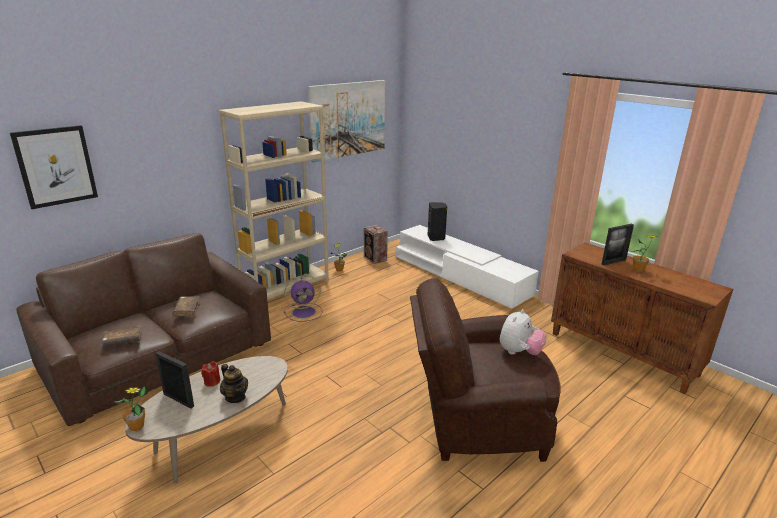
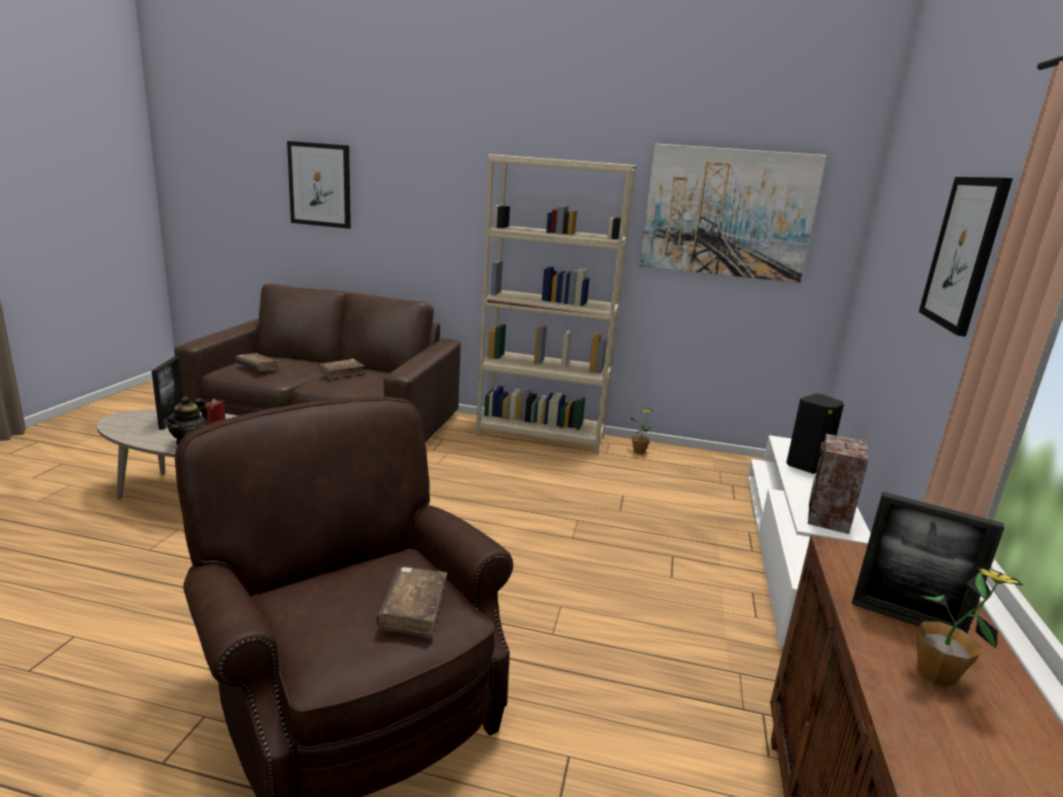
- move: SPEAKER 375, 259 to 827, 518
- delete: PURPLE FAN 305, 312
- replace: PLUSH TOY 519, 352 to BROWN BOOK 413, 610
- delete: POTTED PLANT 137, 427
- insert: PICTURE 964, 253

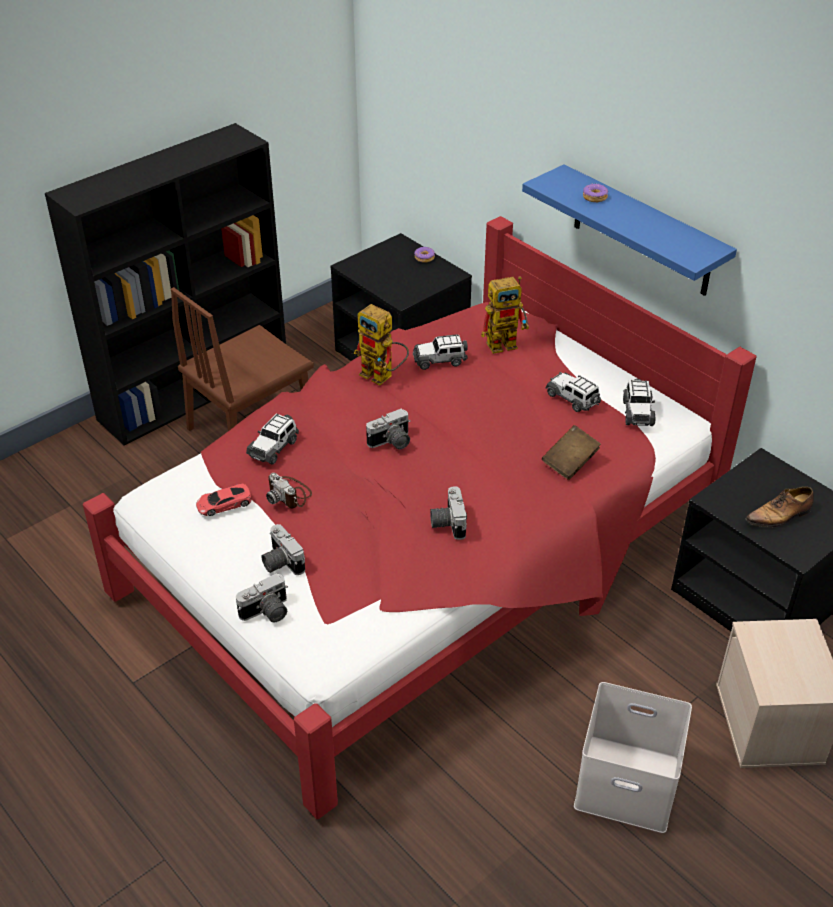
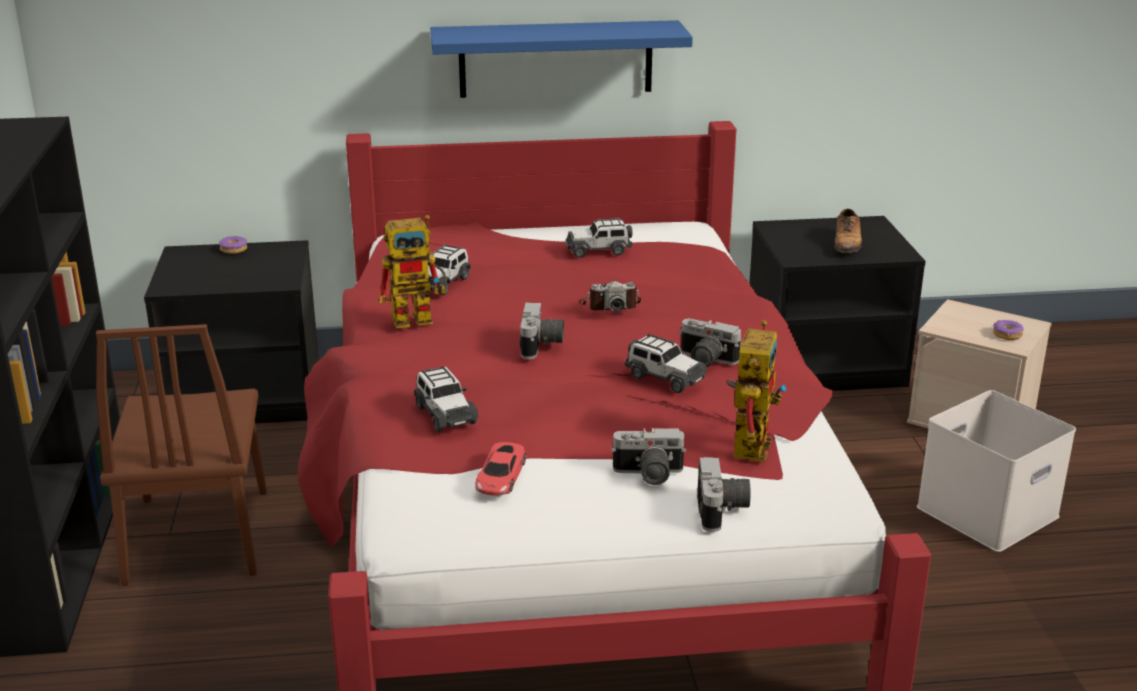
- move: DONUT 594, 197 to 1007, 335
- move: TOY ROBOT 507, 342 to 749, 442
- move: TOY CAR 637, 412 to 664, 378
- delete: BROWN BOOK 570, 462
- move: PHOTO CAMERA 289, 494 to 609, 305

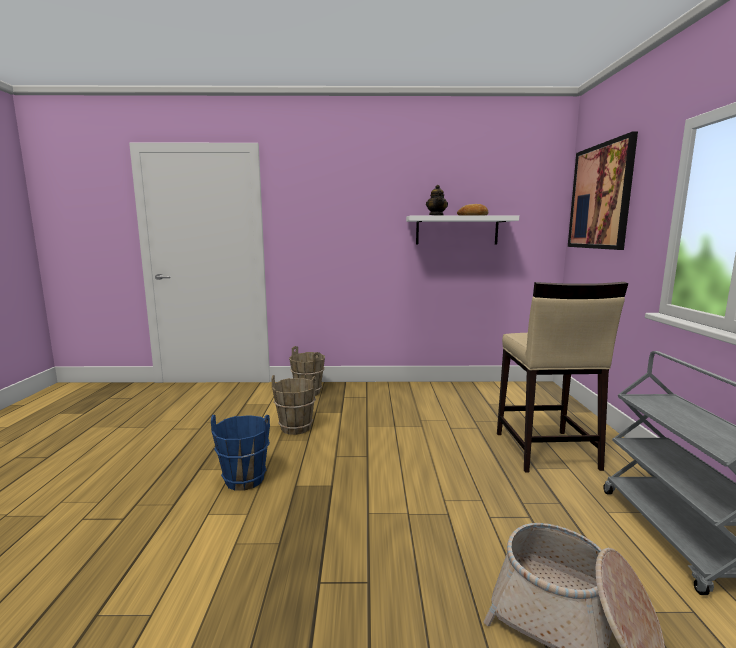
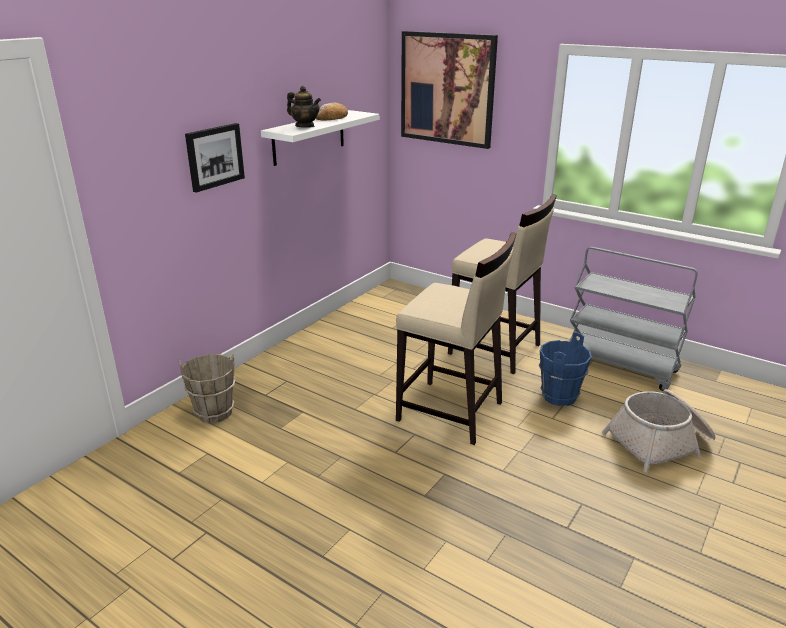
- delete: BROWN BUCKET 296, 427
- move: BLUE BUCKET 244, 479 to 558, 396
- insert: PICTURE 214, 156
- insert: BEIGE STOOL 450, 412

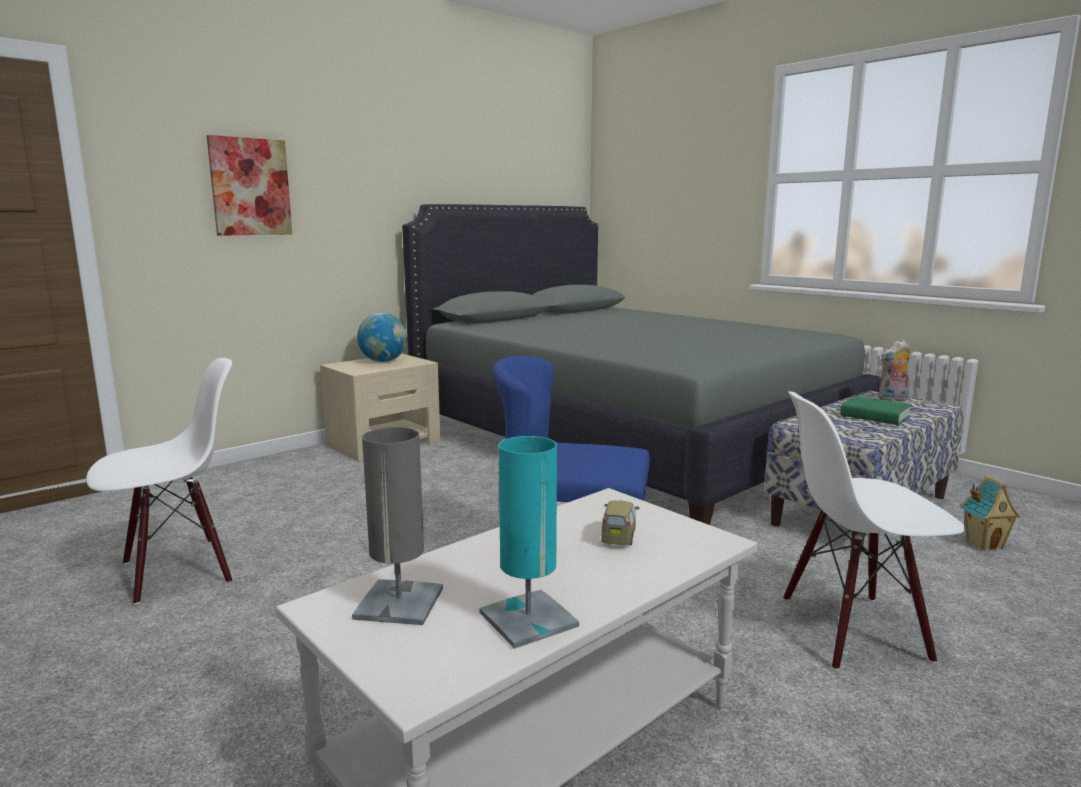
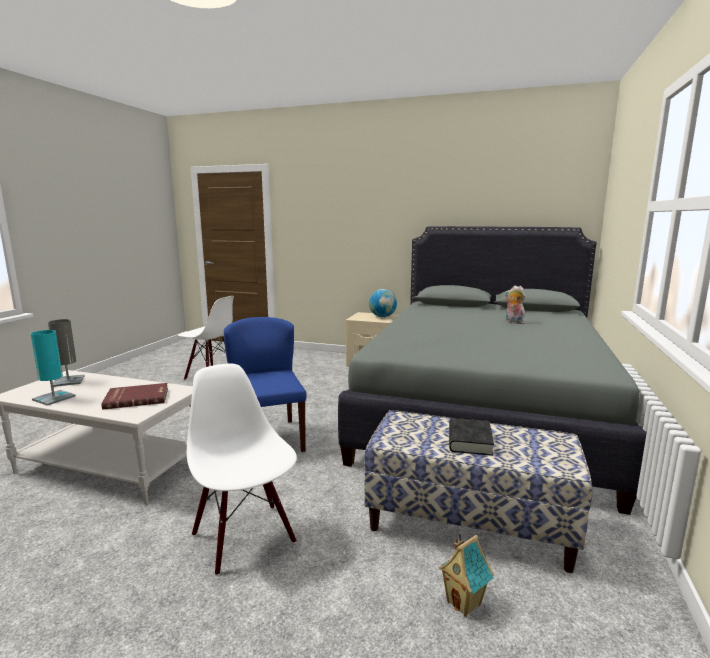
- delete: PICTURE 250, 187
- move: PLUSH TOY 893, 399 to 513, 322
- recolor: GREEN BOOK 875, 416 to BLACK BOOK 469, 441
- replace: TOY CAR 619, 536 to RED BOOK 137, 398

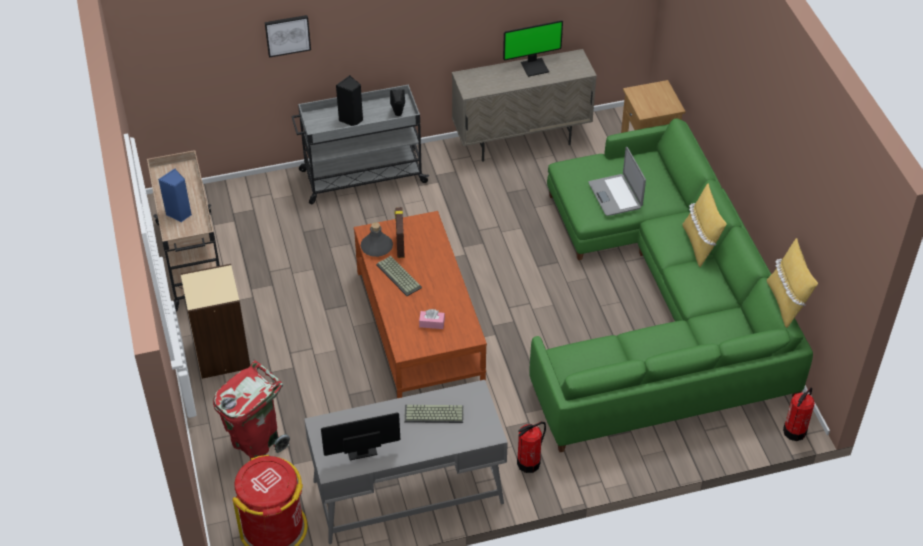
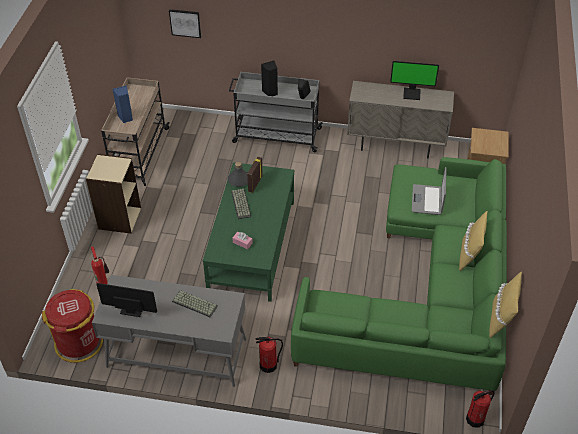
- move: PICTURE 287, 35 to 185, 23
- recolor: BROWN COFFEE TABLE 419, 328 to GREEN COFFEE TABLE 252, 246
- replace: RED TRASH CAN 256, 444 to FIRE EXTINGUISHER 103, 283

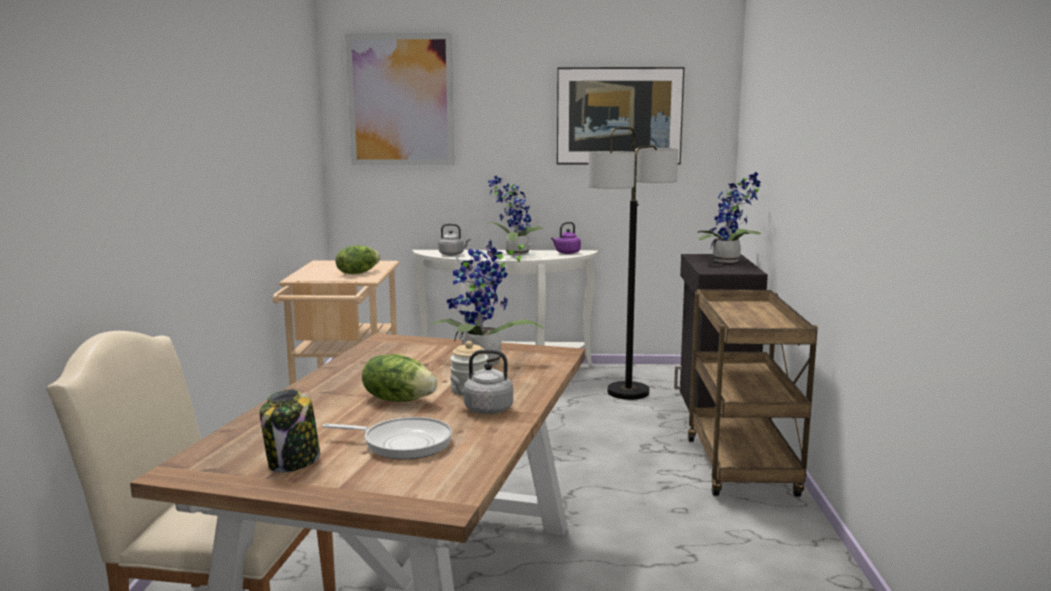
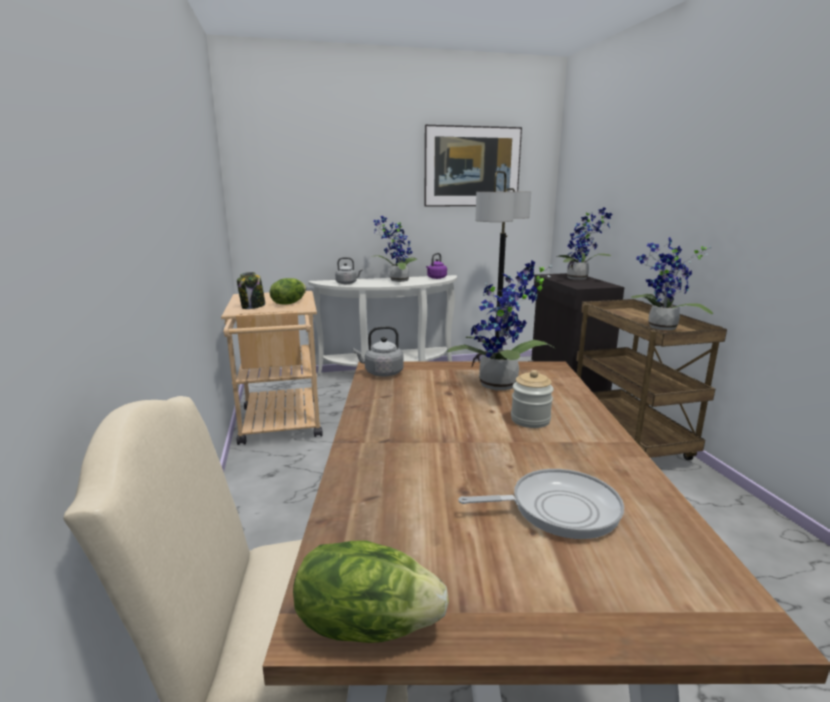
- delete: PICTURE 401, 100
- move: GREY KETTLE 485, 409 to 381, 373
- move: LETTUCE 399, 399 to 366, 623
- move: JAR 293, 462 to 253, 306
- insert: POTTED PLANT 660, 328

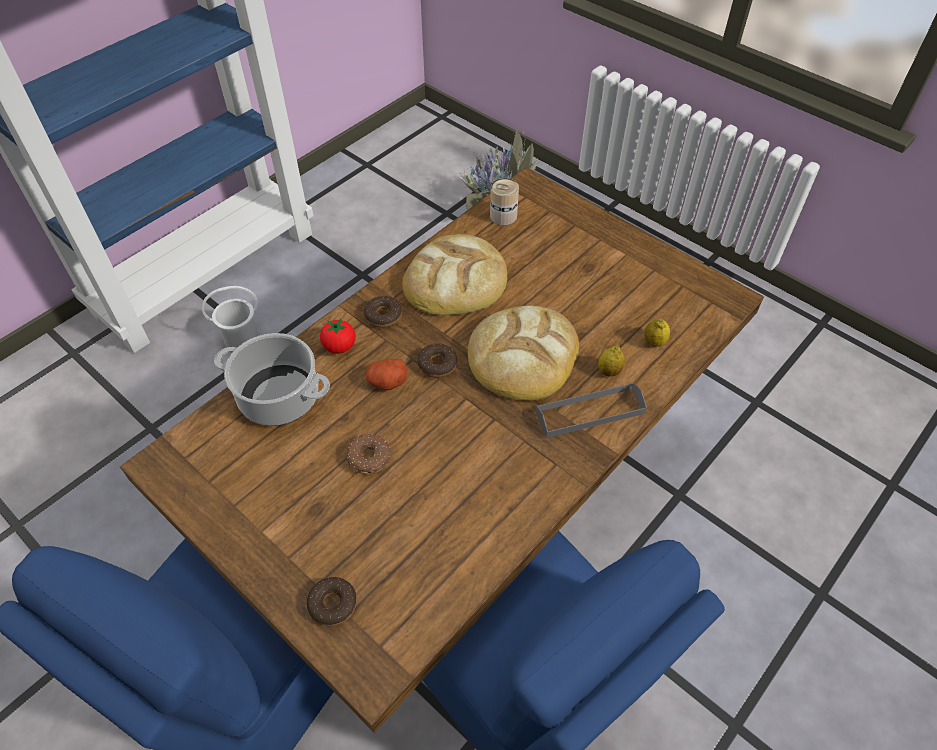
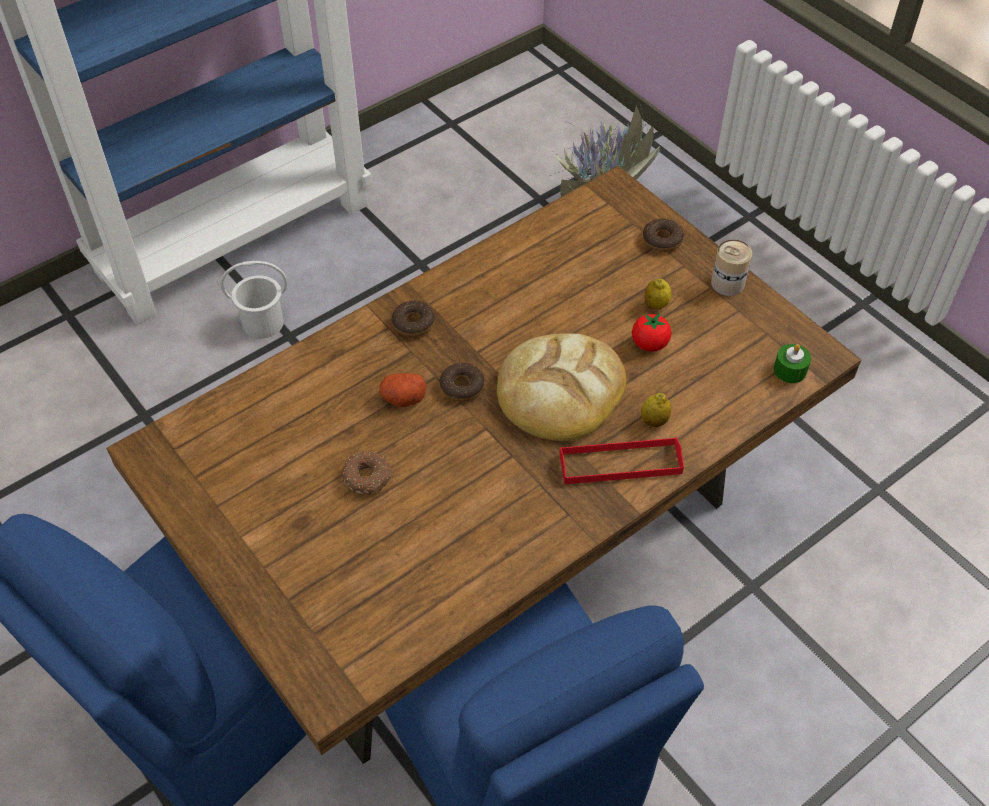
- move: CAN 503, 216 to 727, 283
- delete: BREAD 455, 280
- move: TOMATO 339, 346 to 649, 344
- move: LEMON 654, 342 to 656, 304
- delete: COOKING POT 280, 397
- recolor: GREY TRAY 590, 412 to RED TRAY 620, 463
- move: DONUT 333, 604 to 662, 240
- insert: GREEN CANDLE 790, 370

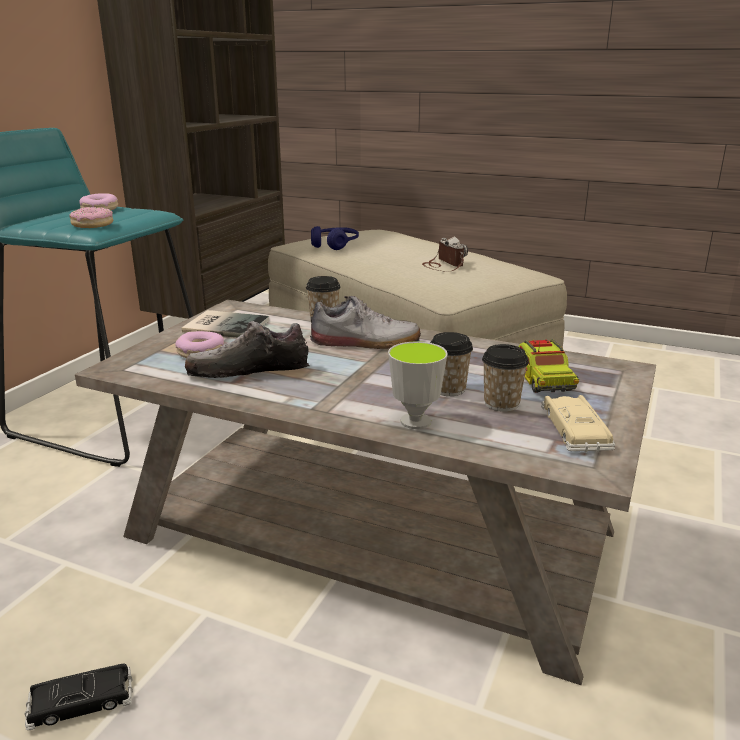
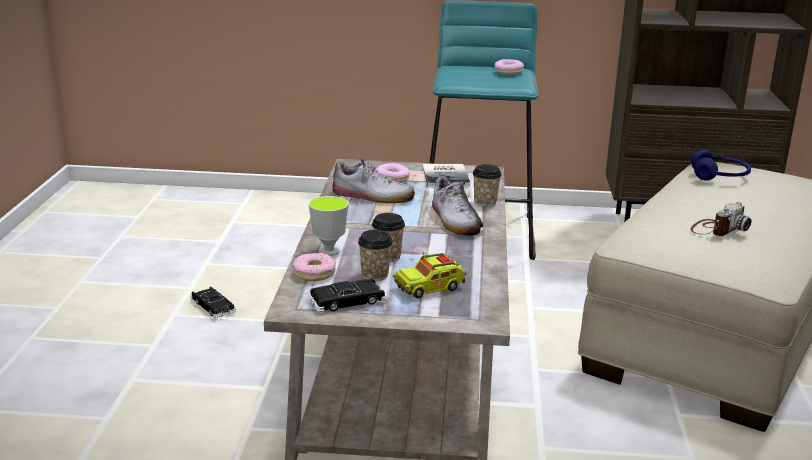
- move: DONUT 92, 224 to 314, 273
- rotate: SHOE 248, 371 = 372, 196 135 degrees clockwise
- recolor: BEIGE TOY CAR 575, 430 to BLACK TOY CAR 347, 301

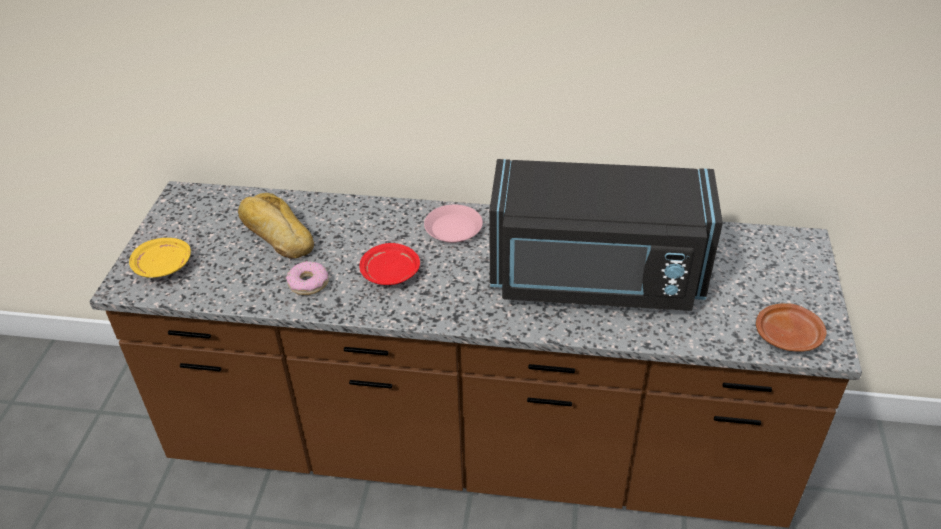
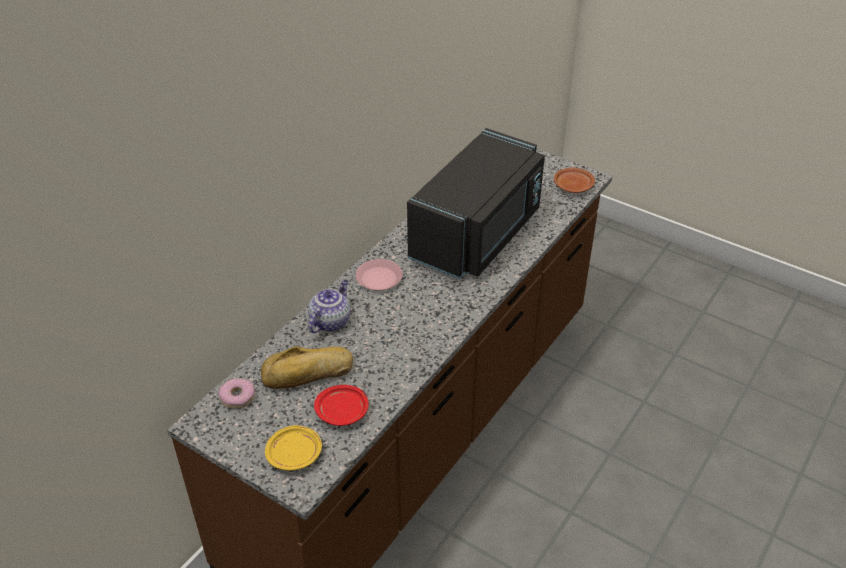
- move: RED PLATE 390, 273 to 342, 411
- move: DONUT 308, 283 to 237, 397
- insert: TEAPOT 330, 321

